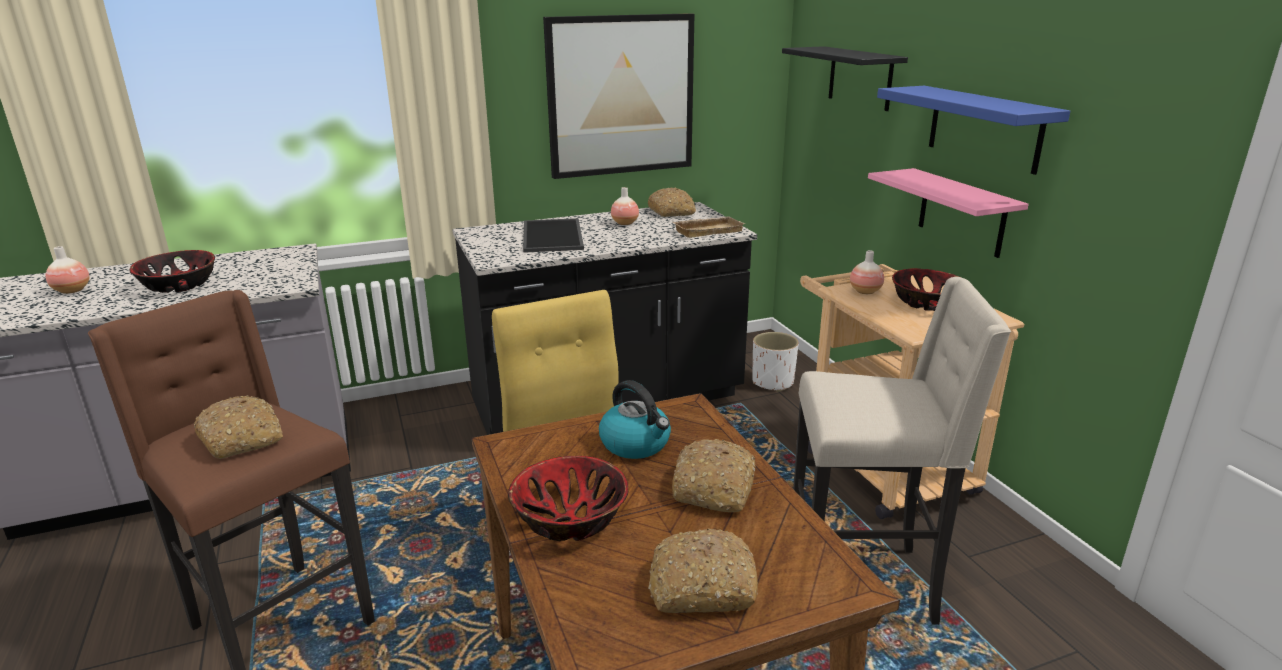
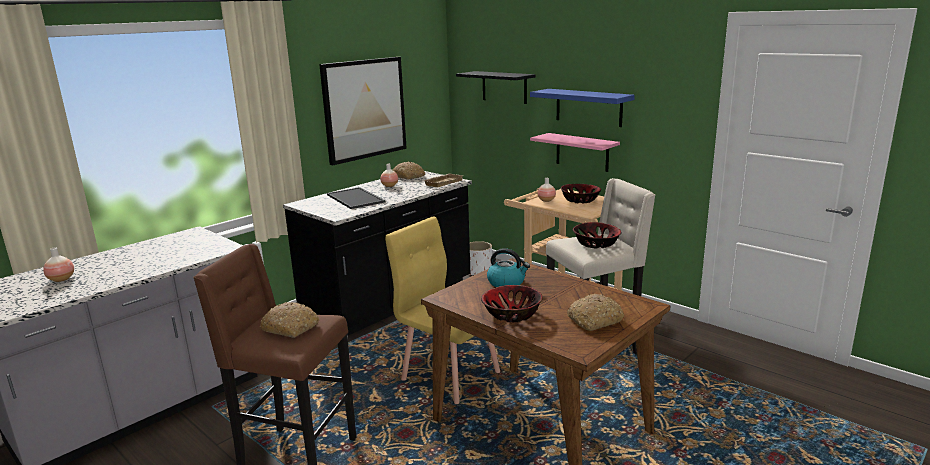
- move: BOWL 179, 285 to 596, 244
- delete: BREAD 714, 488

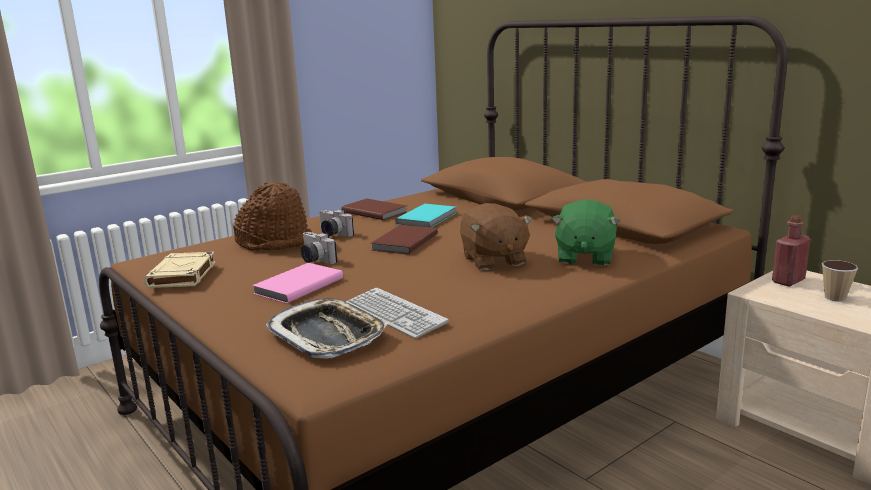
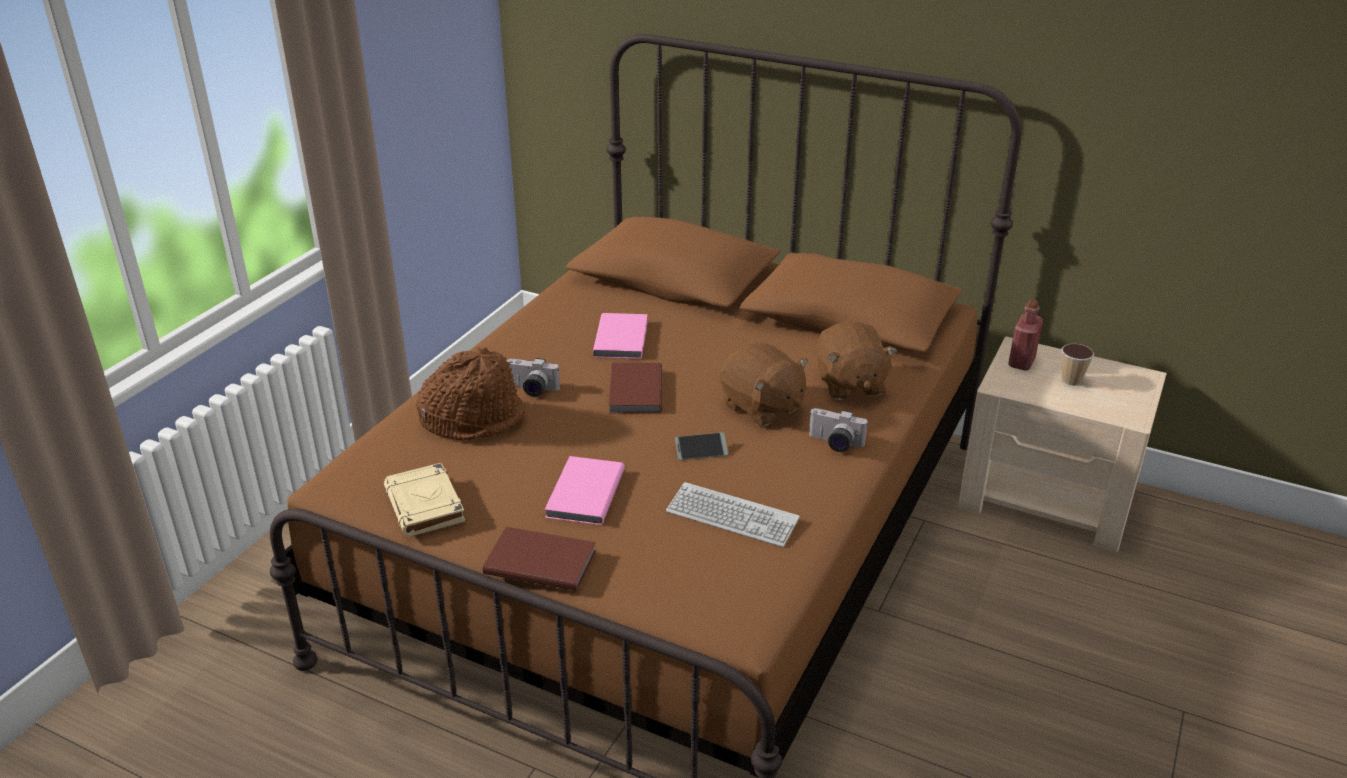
- move: BROWN BOOK 374, 211 to 540, 560
- recolor: GREEN PLUSH TOY 584, 257 to BROWN PLUSH TOY 849, 384
- recolor: TURQUOISE BOOK 428, 218 to PINK BOOK 623, 338
- move: PHOTO CAMERA 314, 260 to 834, 444
- delete: TRAY 328, 336
- insert: PHONE 701, 451

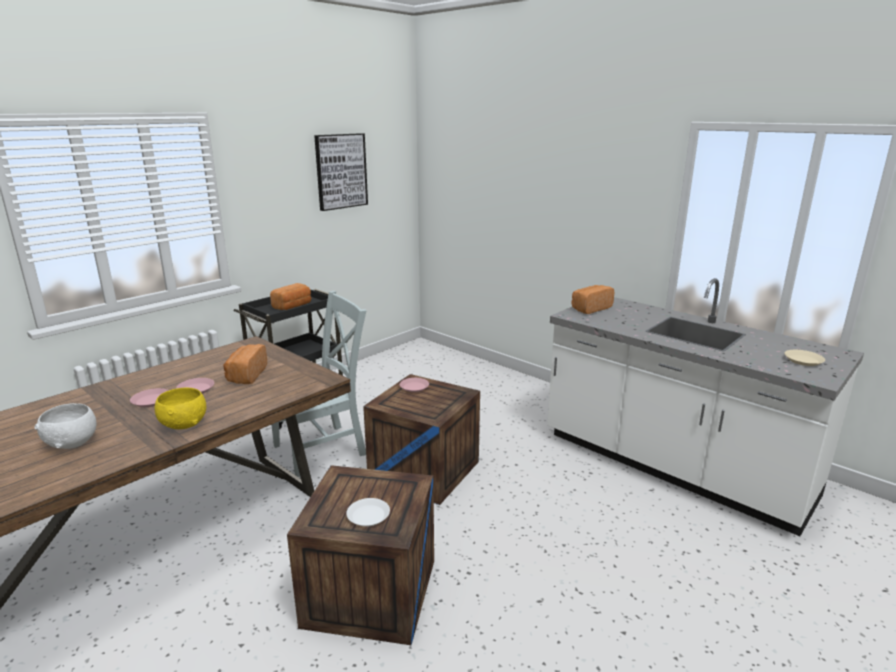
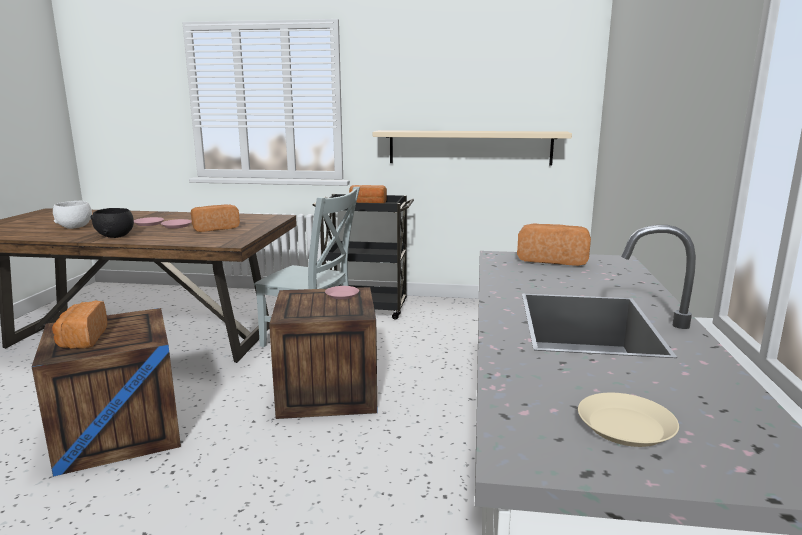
- delete: PICTURE 341, 171
- recolor: YELLOW BOWL 184, 424 to BLACK BOWL 116, 236
- replace: WHITE PLATE 368, 515 to BREAD 82, 339
- insert: BEIGE SHELF 470, 147

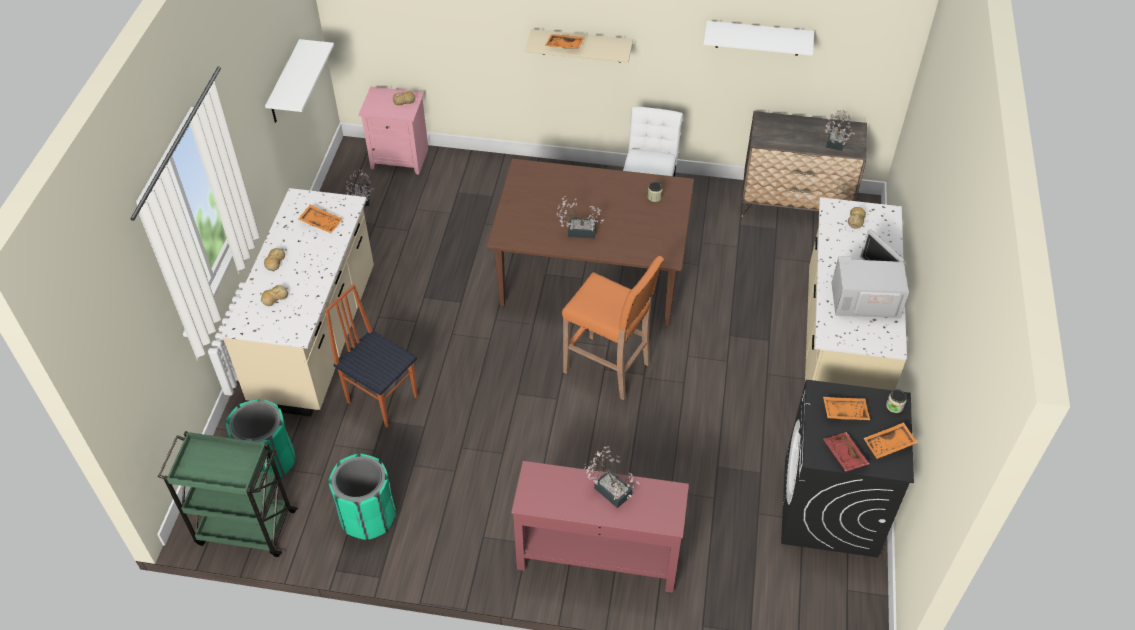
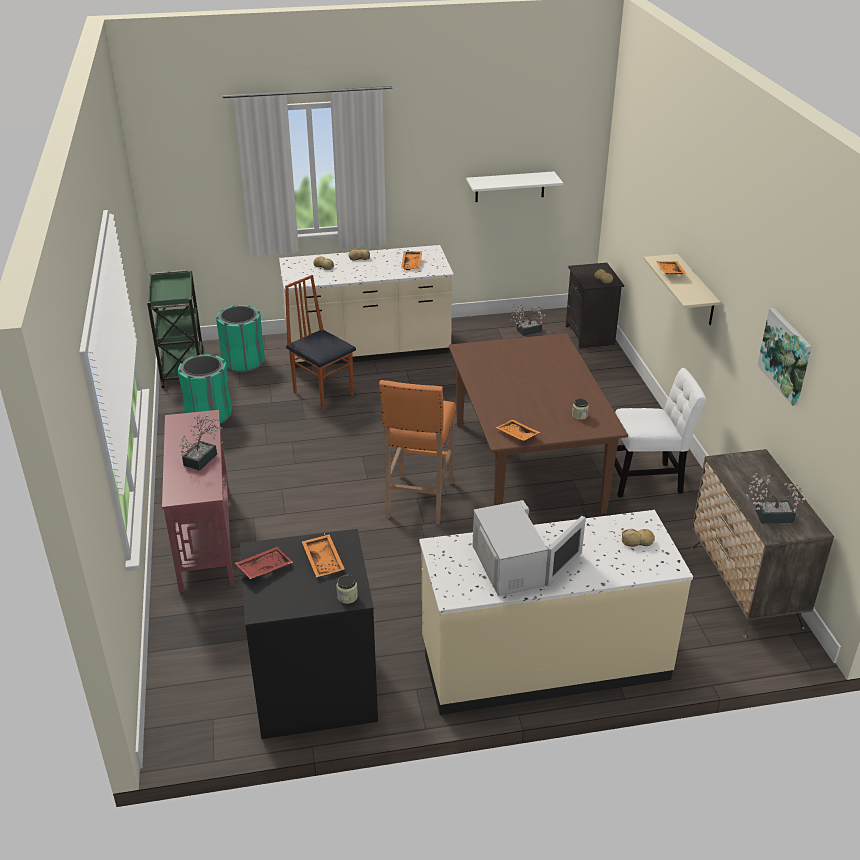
- replace: WHITE SHELF 758, 38 to PICTURE 786, 356
- recolor: PINK NIGHTSTAND 401, 158 to BLACK NIGHTSTAND 591, 335
- delete: POTTED PLANT 578, 230
- rotate: CHAIR 382, 398 = 323, 393 60 degrees counterclockwise
- move: ORANGE TRAY 889, 445 to 516, 435

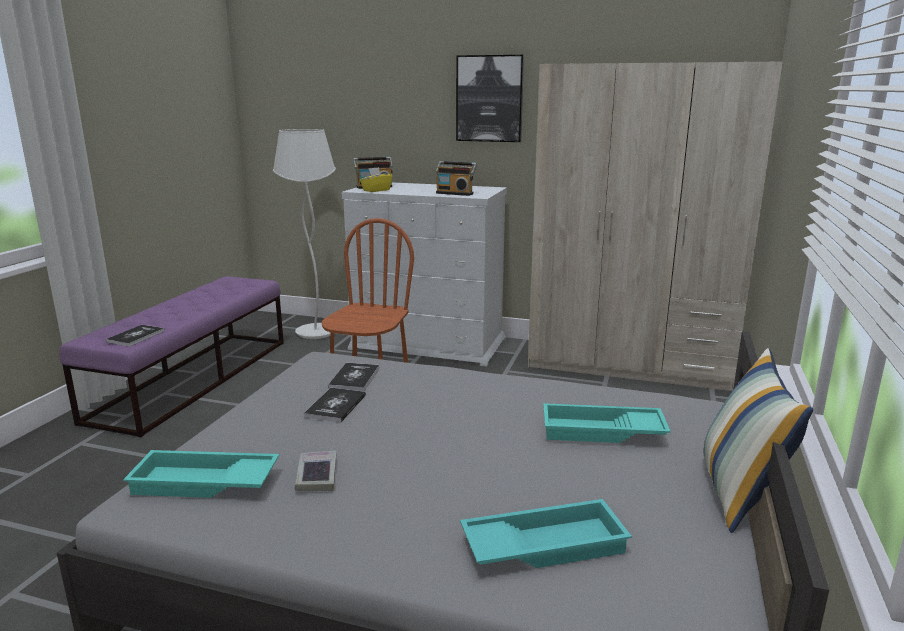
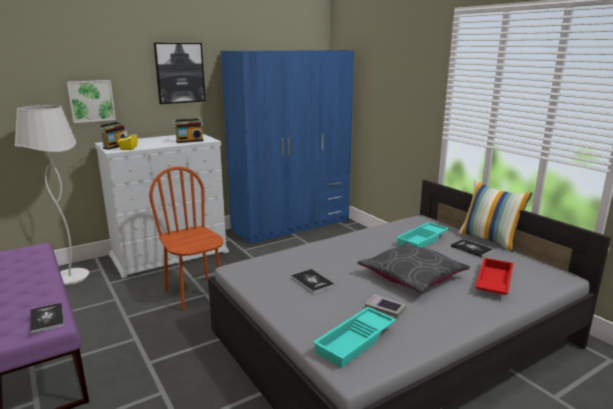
- recolor: BEIGE WARDROBE 629, 365 to BLUE WARDROBE 291, 225
- move: BOOK 354, 378 to 471, 249
- recolor: TURQUOISE TRAY 544, 544 to RED TRAY 492, 282
- insert: PICTURE 91, 101
- insert: GREY PILLOW 412, 276

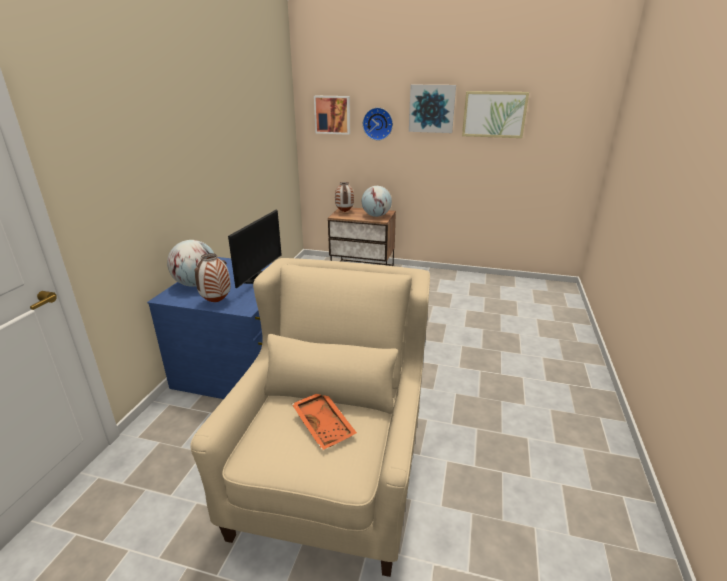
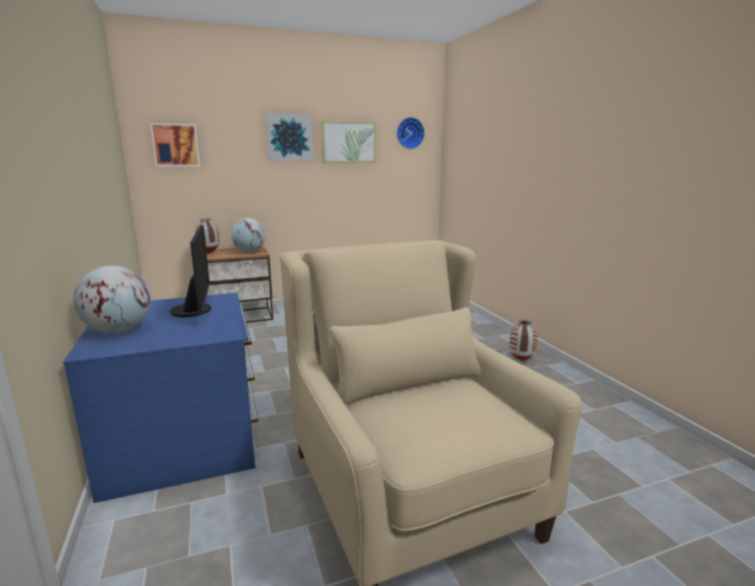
- move: WALL CLOCK 378, 123 to 409, 133
- move: VASE 216, 302 to 521, 360
- delete: ORANGE TRAY 324, 425

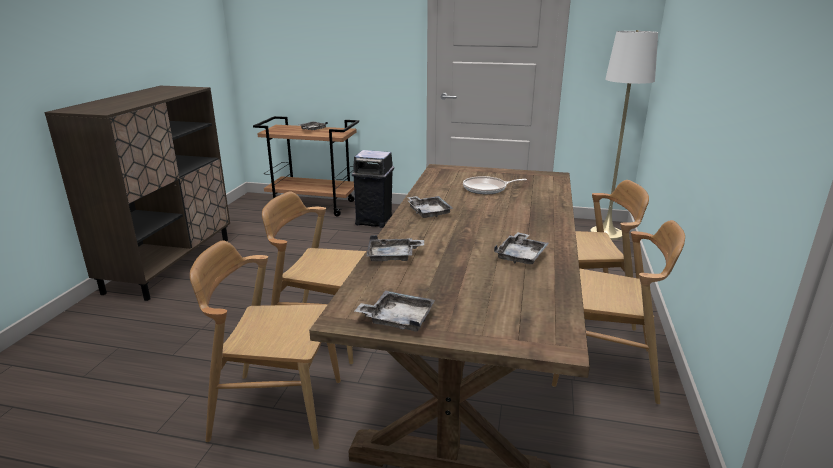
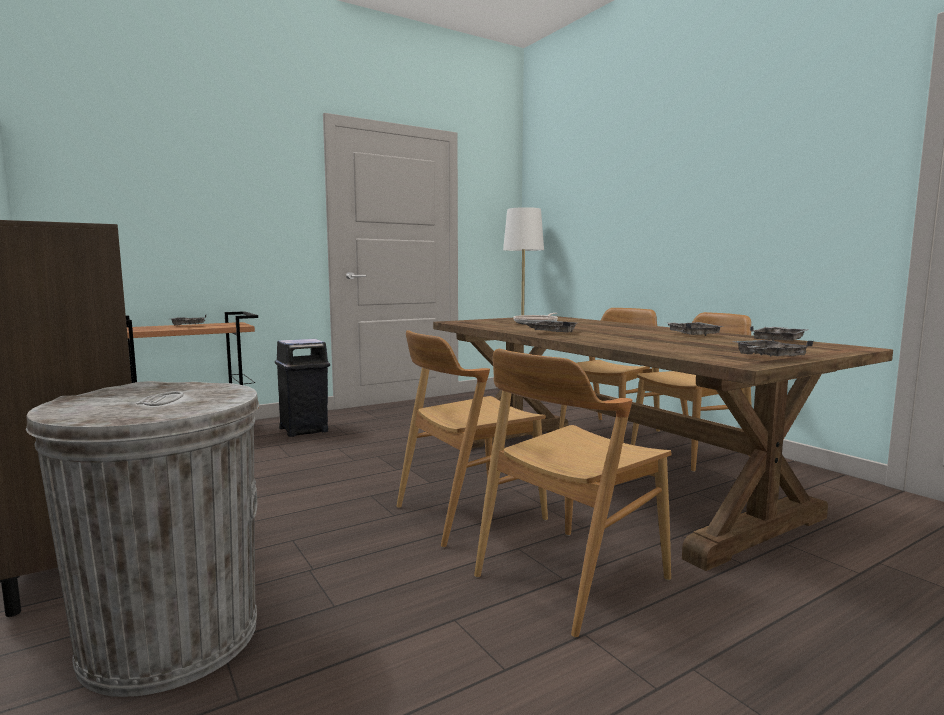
- move: GREY TRAY 393, 256 to 779, 341
- insert: GREY TRASH CAN 171, 639

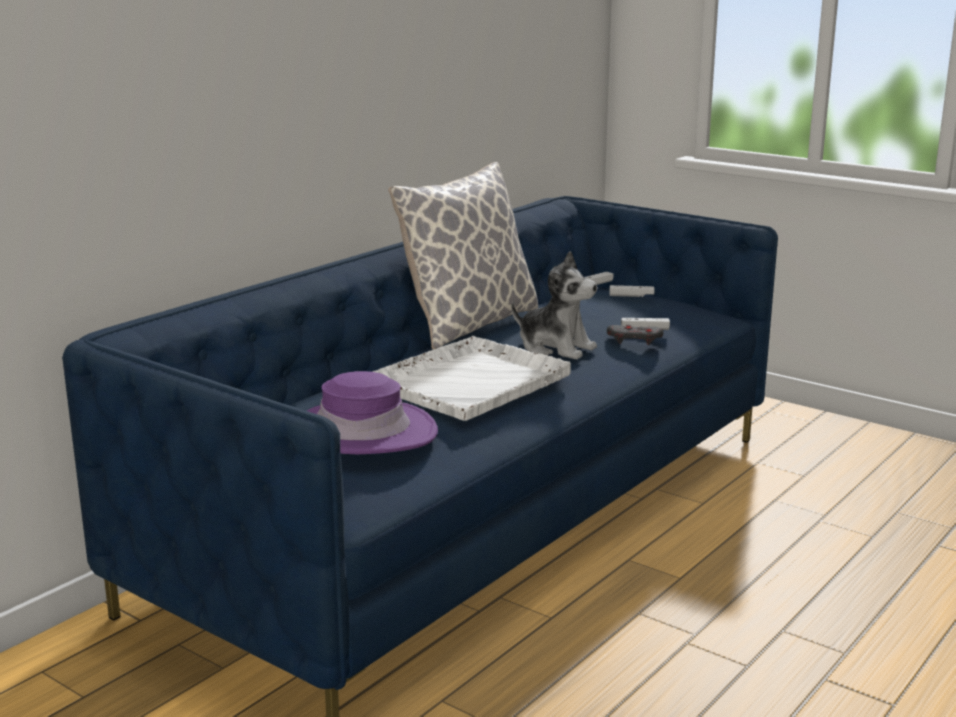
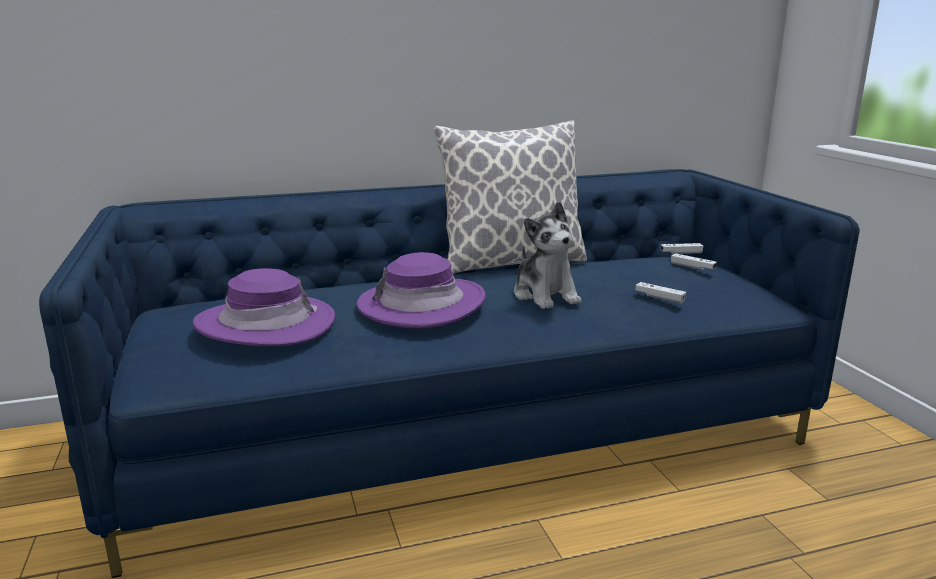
- delete: GREY GAME CONTROLLER 634, 340
- replace: WHITE TRAY 471, 380 to PURPLE HAT 421, 304

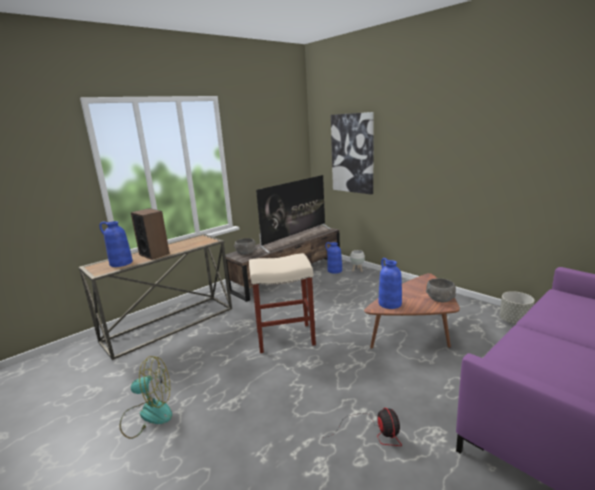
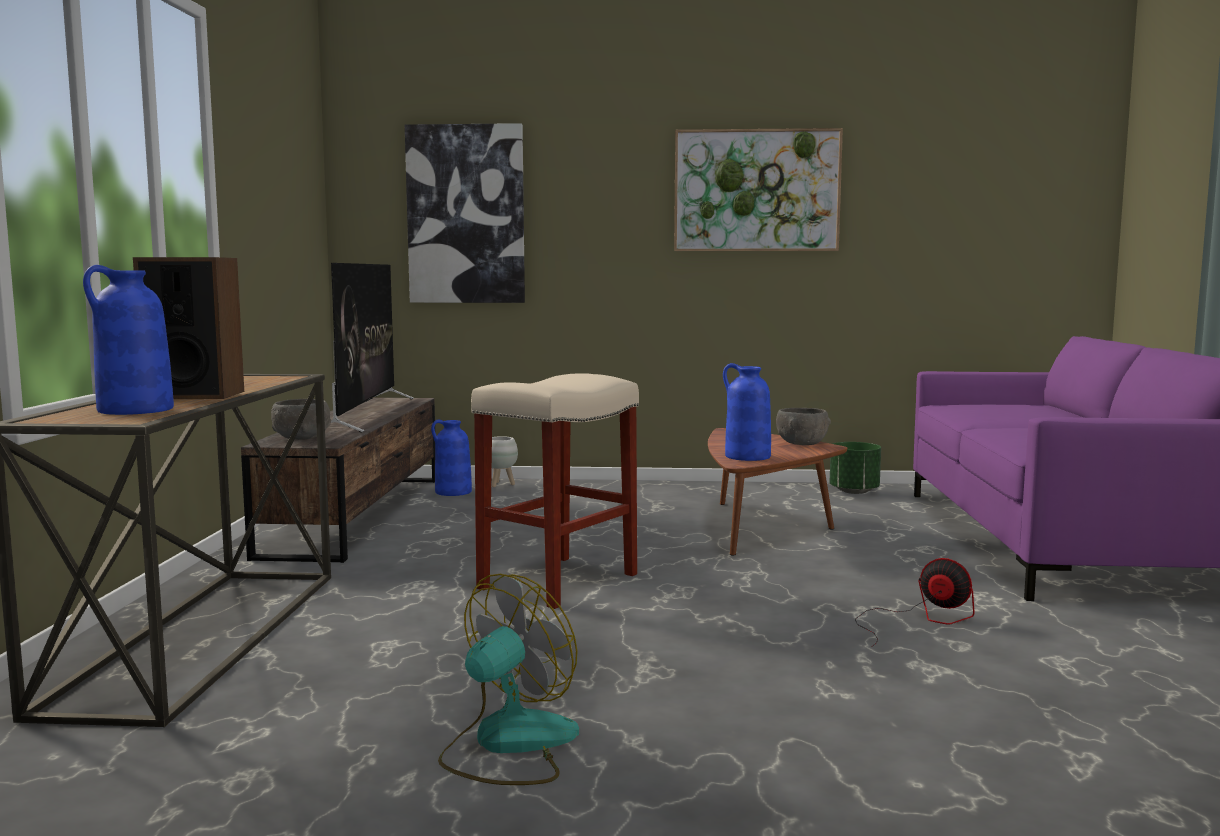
- recolor: GREY PLANTER 514, 321 to GREEN PLANTER 853, 491
- insert: PICTURE 756, 191

